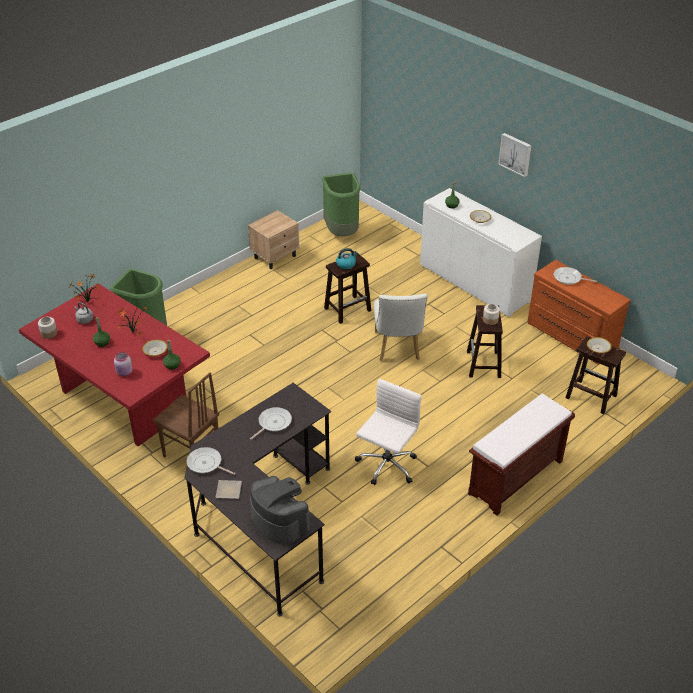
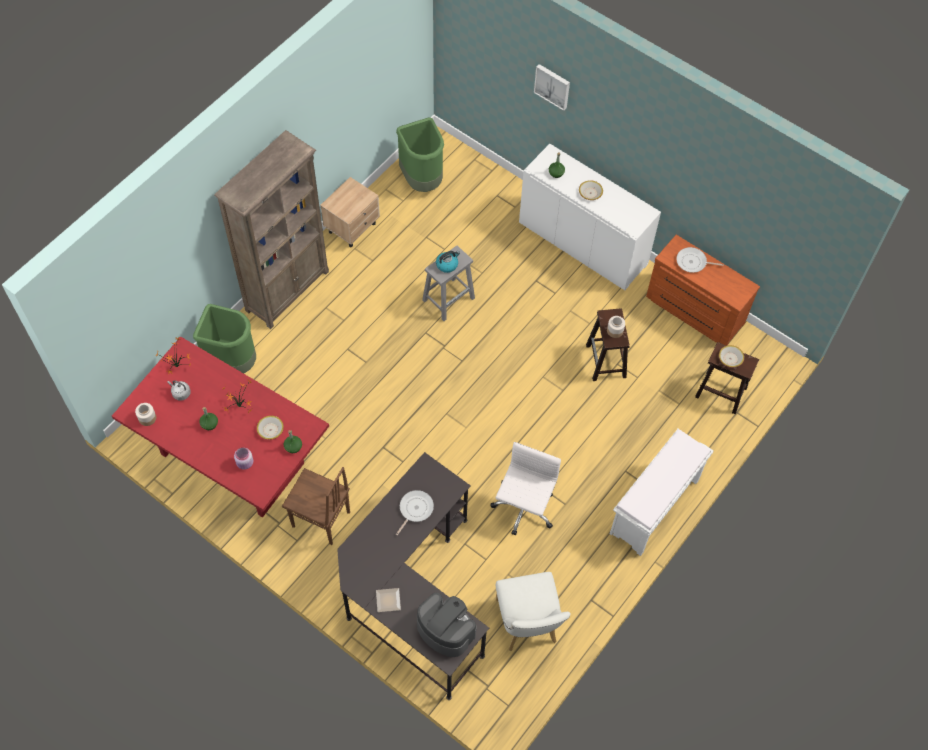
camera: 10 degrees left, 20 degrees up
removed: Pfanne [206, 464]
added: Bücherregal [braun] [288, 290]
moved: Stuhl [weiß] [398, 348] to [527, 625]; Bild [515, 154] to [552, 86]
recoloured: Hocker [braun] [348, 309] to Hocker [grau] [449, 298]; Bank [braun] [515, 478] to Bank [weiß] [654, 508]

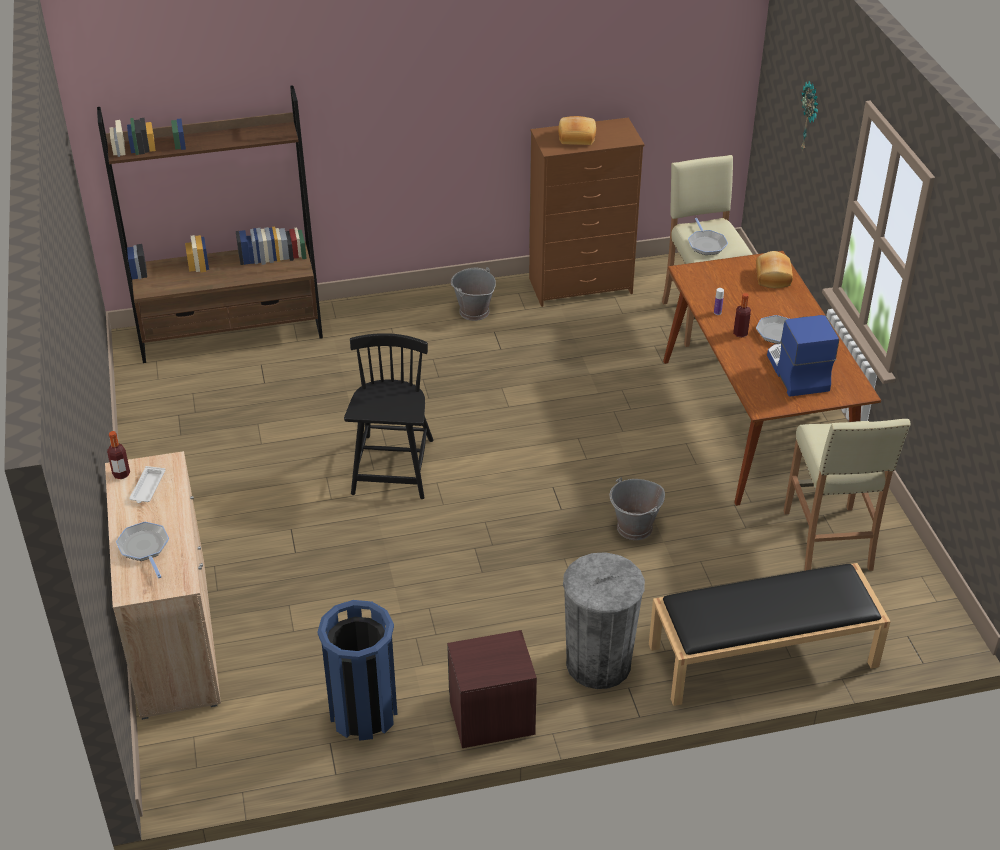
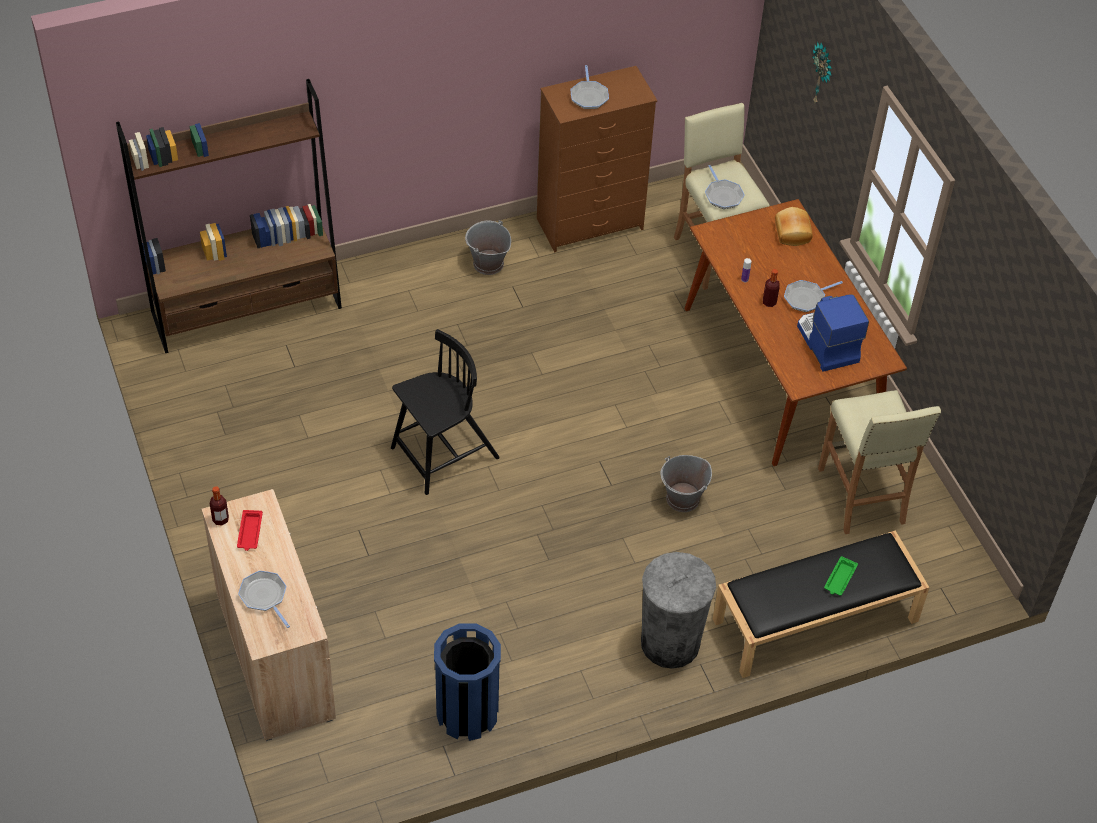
camera: 10 degrees left, 10 degrees up
removed: Nachttisch [braun] [491, 717]
added: Tablett [grün] [840, 579]
replaced: Brot [576, 137] to Pfanne [589, 96]
recoloured: Tablett [weiß] [147, 488] to Tablett [rot] [250, 532]
turned: Stuhl [schwarz] [393, 468] = [443, 454] 60 degrees clockwise

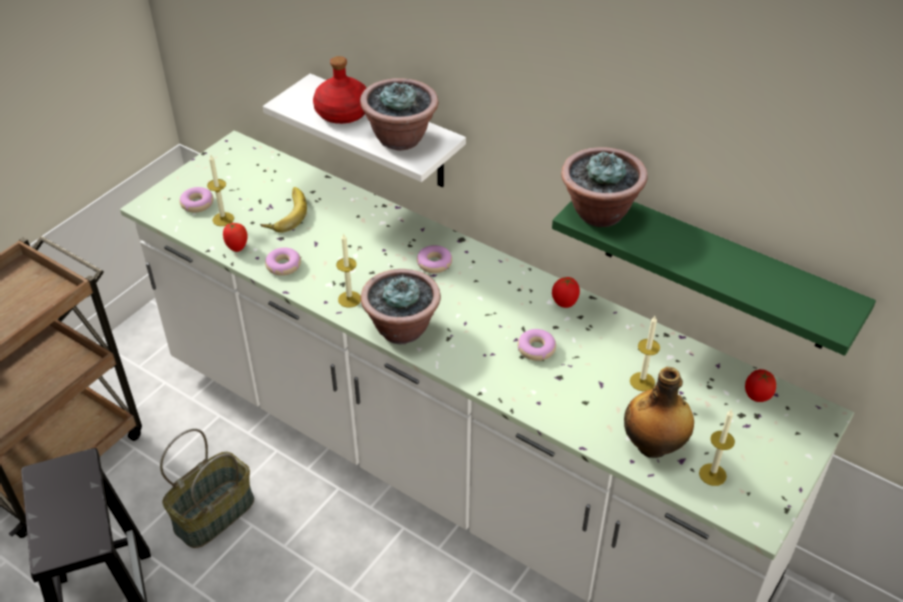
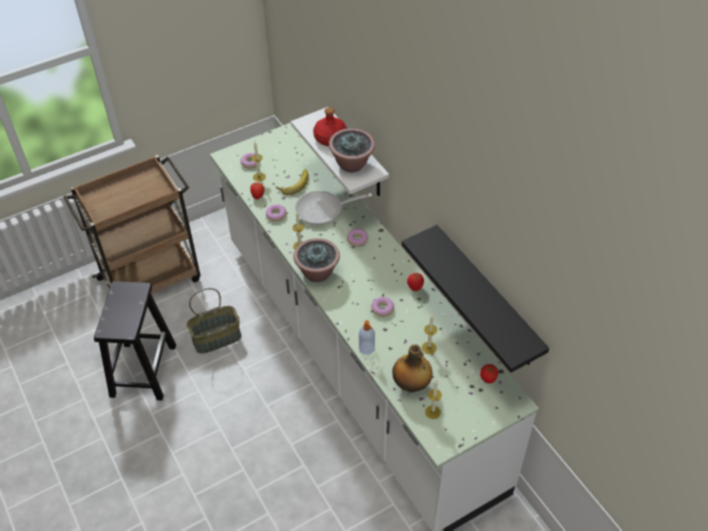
camera: 25 degrees right, 5 degrees up
removed: Topfpflanze [599, 213]
added: Pfanne [323, 210]; Seifenspender [367, 349]
recoloured: Wandregal [grün] [716, 268] to Wandregal [schwarz] [487, 298]

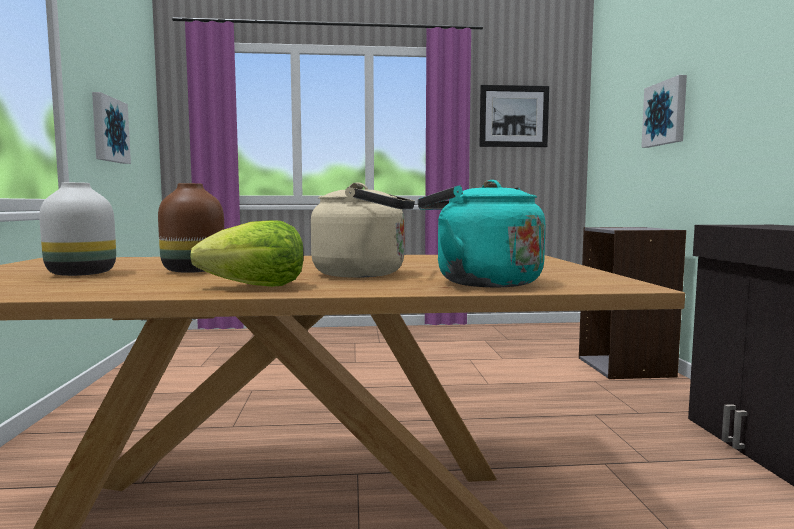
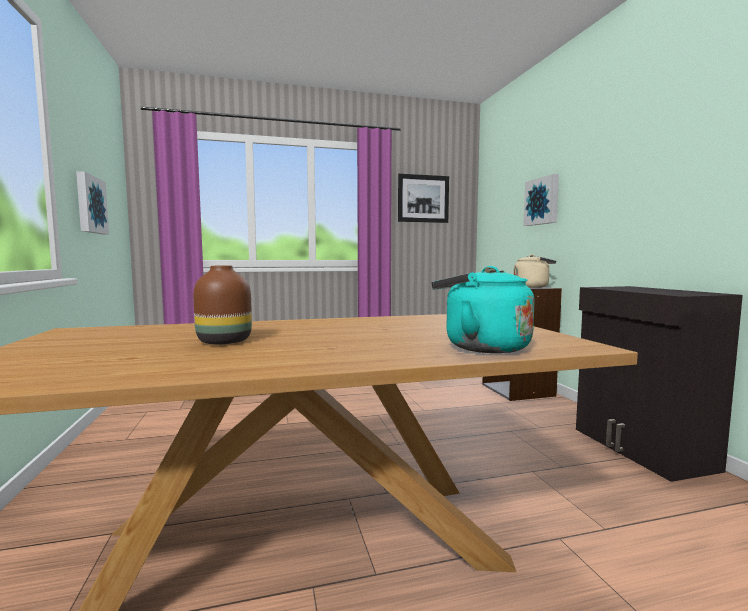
camera: 10 degrees left, 0 degrees up
removed: Vase [weiß] [80, 274]; Salatkopf [256, 287]
moved: Wasserkessel [beige] [365, 274] to [532, 287]

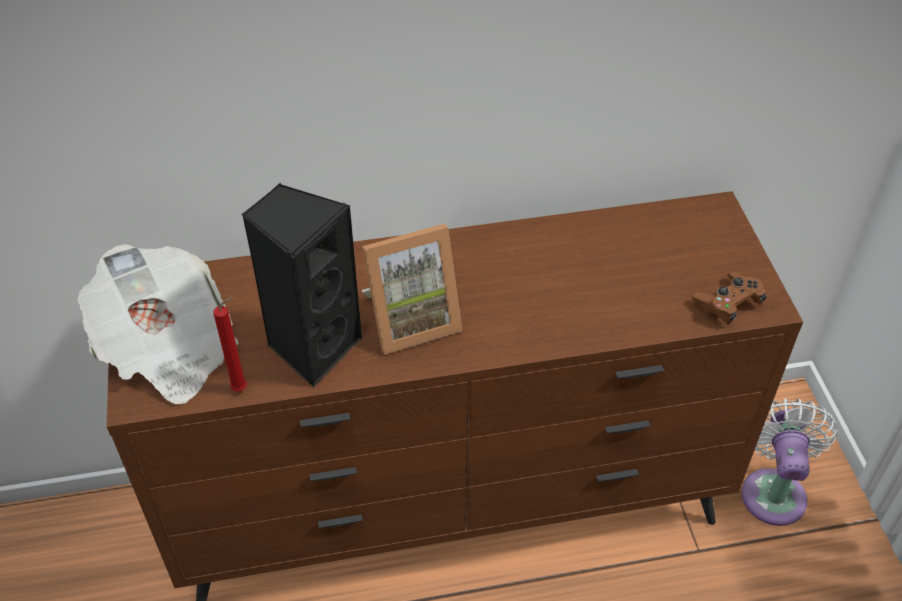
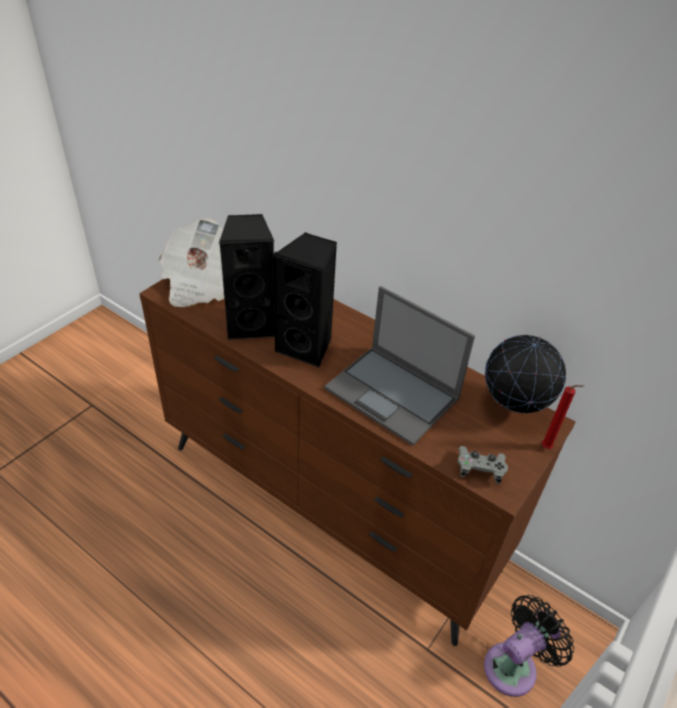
camera: 45 degrees right, 5 degrees down
added: Laptop [393, 394]; Globus [513, 408]
moved: Kerze [rot] [242, 388] to [548, 448]
replaced: Bilderrahmen [410, 320] to Lautsprecher [schwarz] [307, 347]
recoloured: Gamepad [braun] [727, 305] to Gamepad [grau] [479, 469]; Ventilator [weiß] [773, 490] to Ventilator [schwarz] [514, 665]

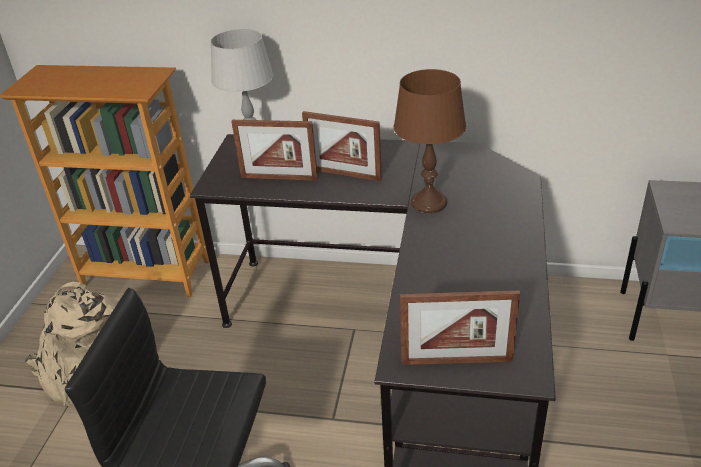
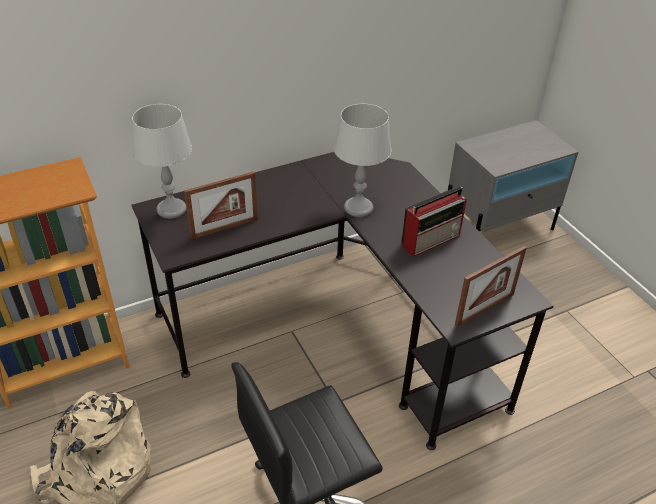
camera: 40 degrees left, 5 degrees up
removed: Bilderrahmen [344, 174]
added: Radio [432, 240]
recoloured: Tischlampe [braun] [429, 203] to Tischlampe [grau] [358, 208]

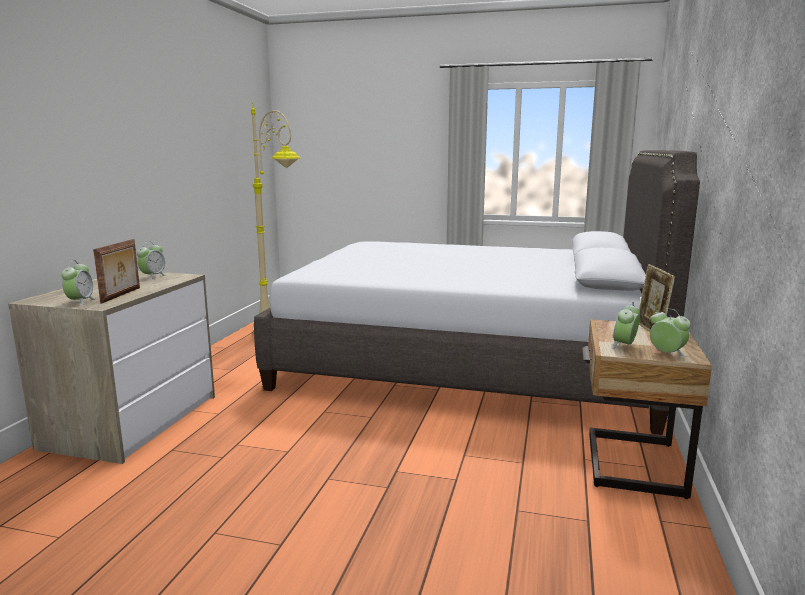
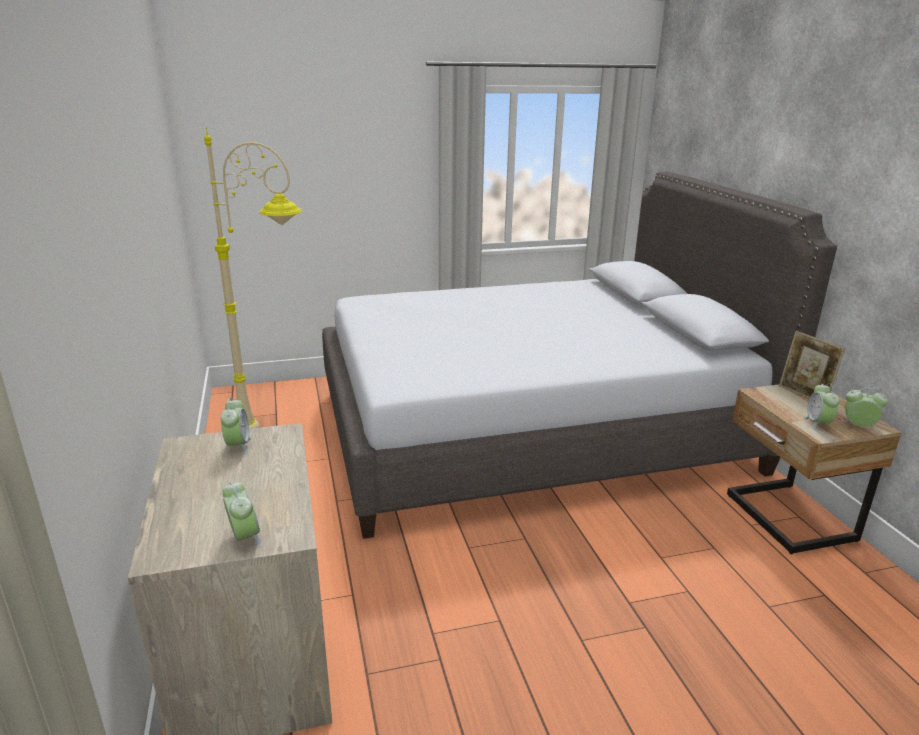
camera: 30 degrees left, 10 degrees up
removed: Bilderrahmen [122, 295]

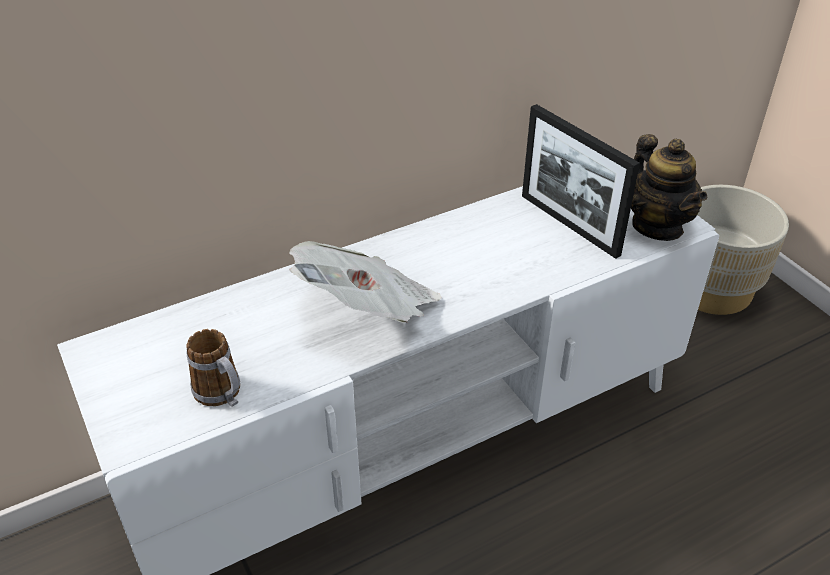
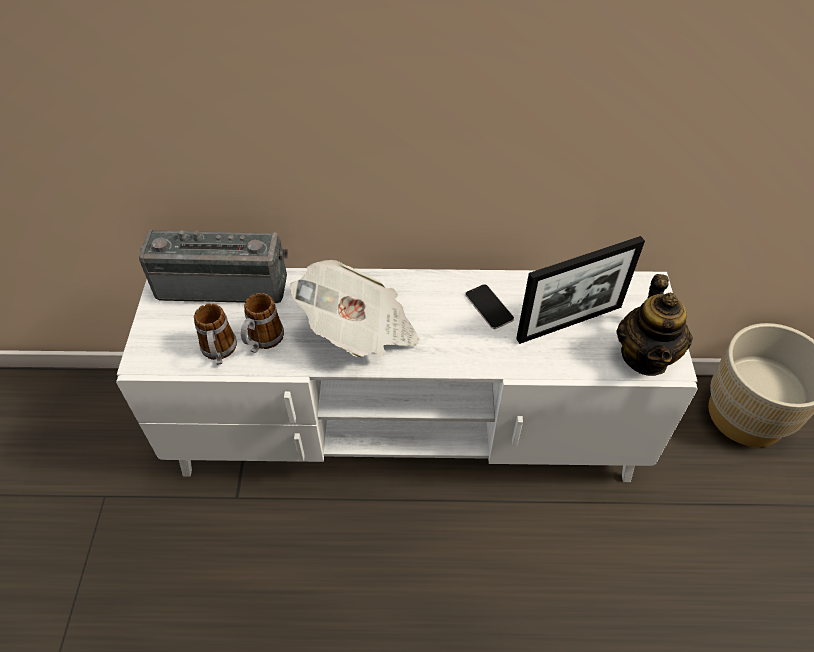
camera: 30 degrees right, 10 degrees up
added: Radio [224, 283]; Henkelbecher [262, 341]; Handy [489, 307]
turned: Bilderrahmen [569, 224] = [569, 323] 105 degrees counterclockwise

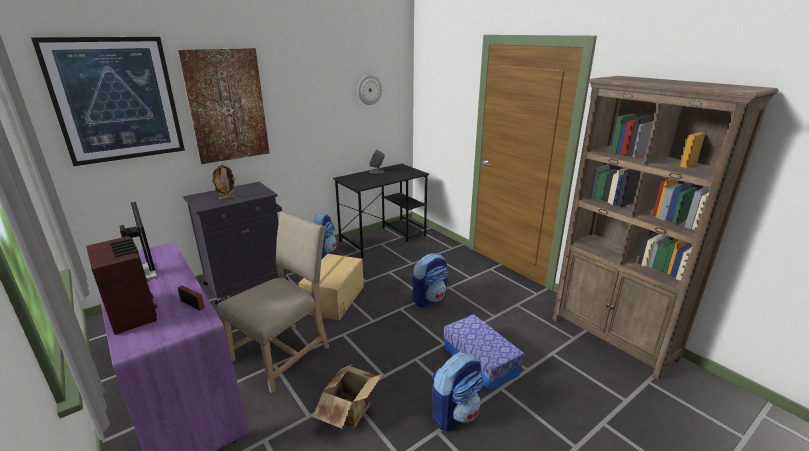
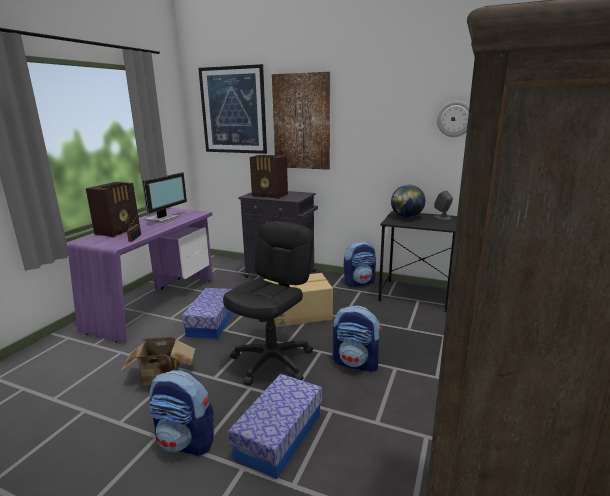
camera: 60 degrees right, 5 degrees down
added: Bürostuhl [schwarz] [272, 361]; Globus [406, 217]
replaced: Stuhl [beige] [284, 353] to Aufbewahrungsbox [212, 322]; Bilderrahmen [226, 198] to Radio [270, 195]

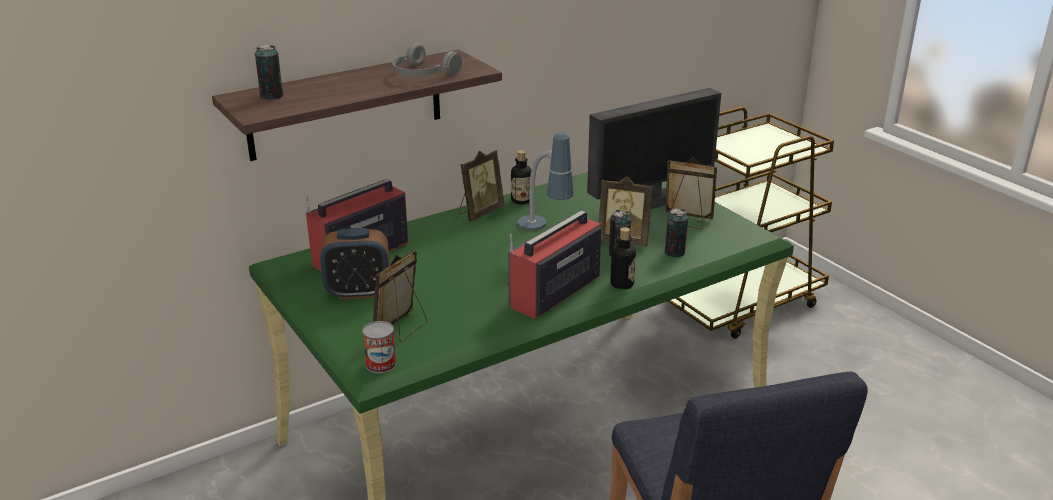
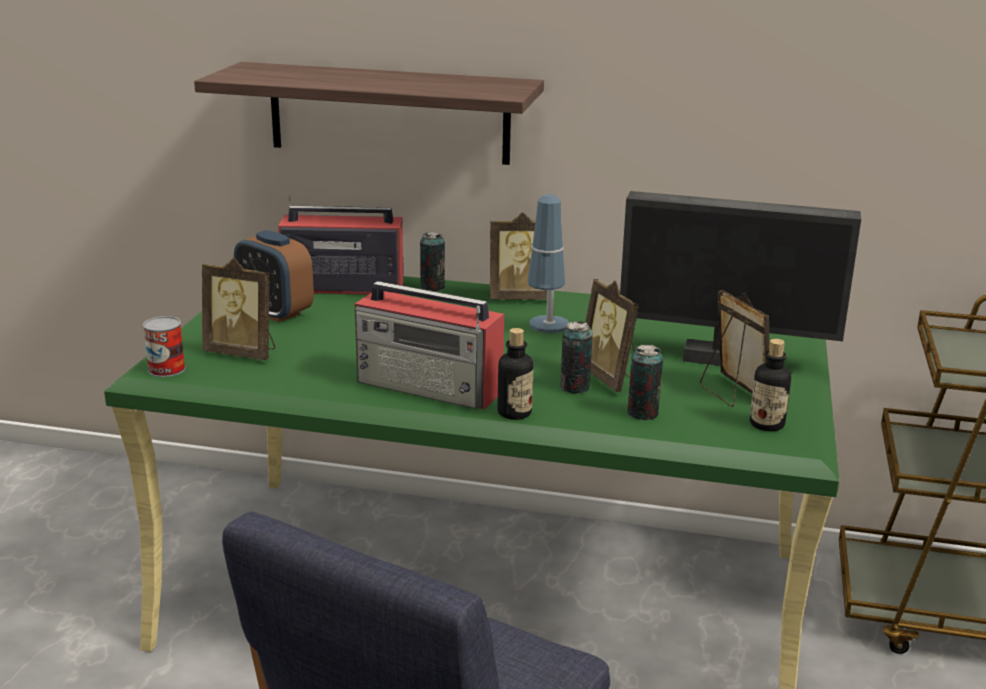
camera: 45 degrees right, 5 degrees down
removed: Kopfhörer [grau] [421, 74]
moved: Dose [271, 96] to [432, 287]; Flasche [521, 200] to [766, 424]
turned: Bilderrahmen [402, 328] = [243, 353] 150 degrees counterclockwise; Radio [553, 292] = [430, 387] 150 degrees counterclockwise

